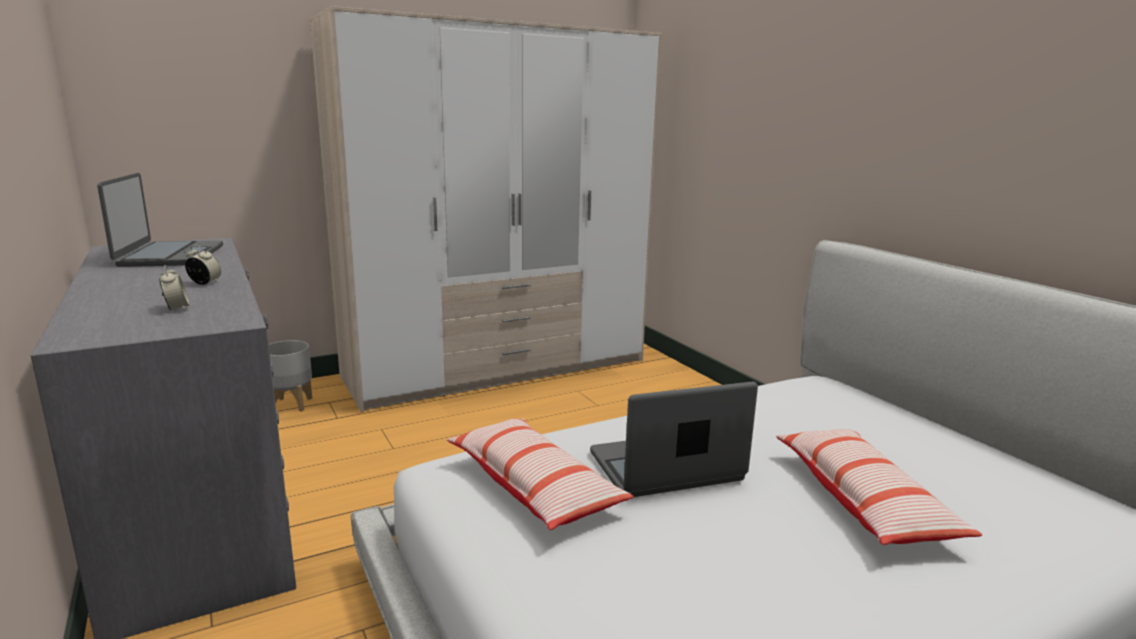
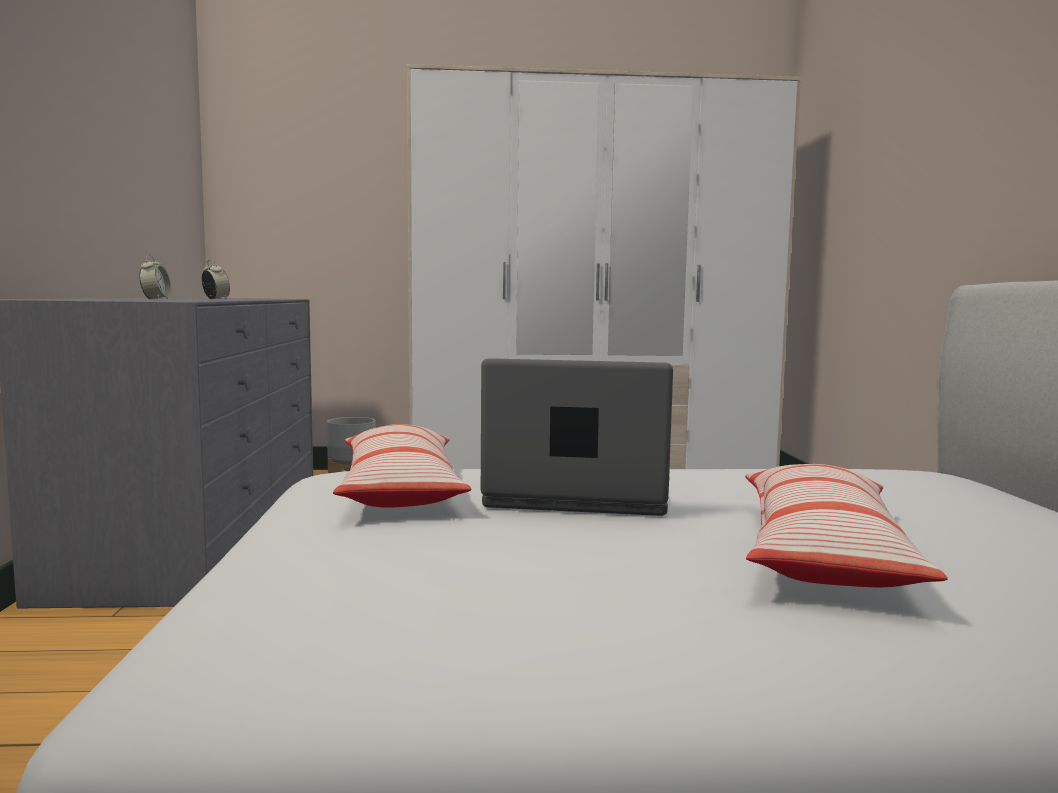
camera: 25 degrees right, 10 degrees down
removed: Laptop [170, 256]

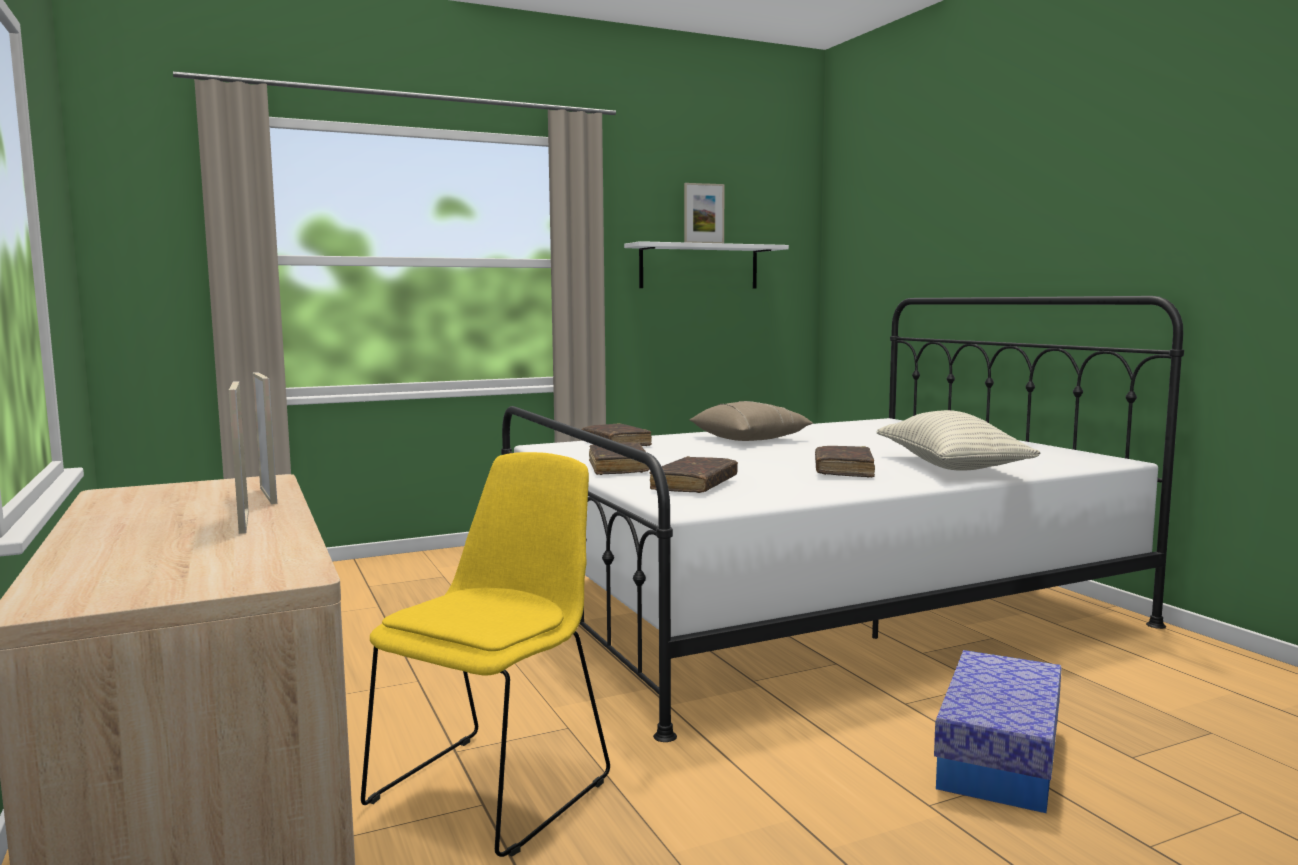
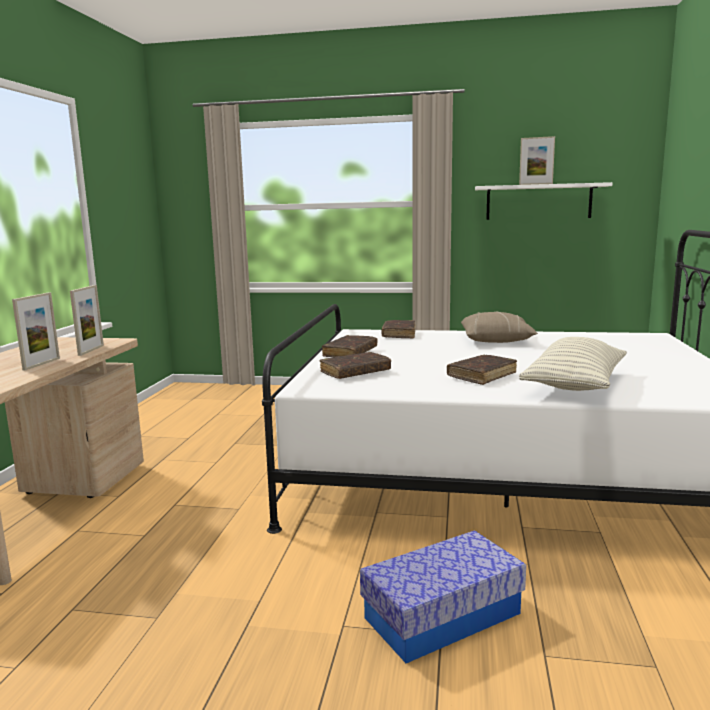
camera: 35 degrees right, 5 degrees up
removed: Stuhl [gelb] [495, 786]

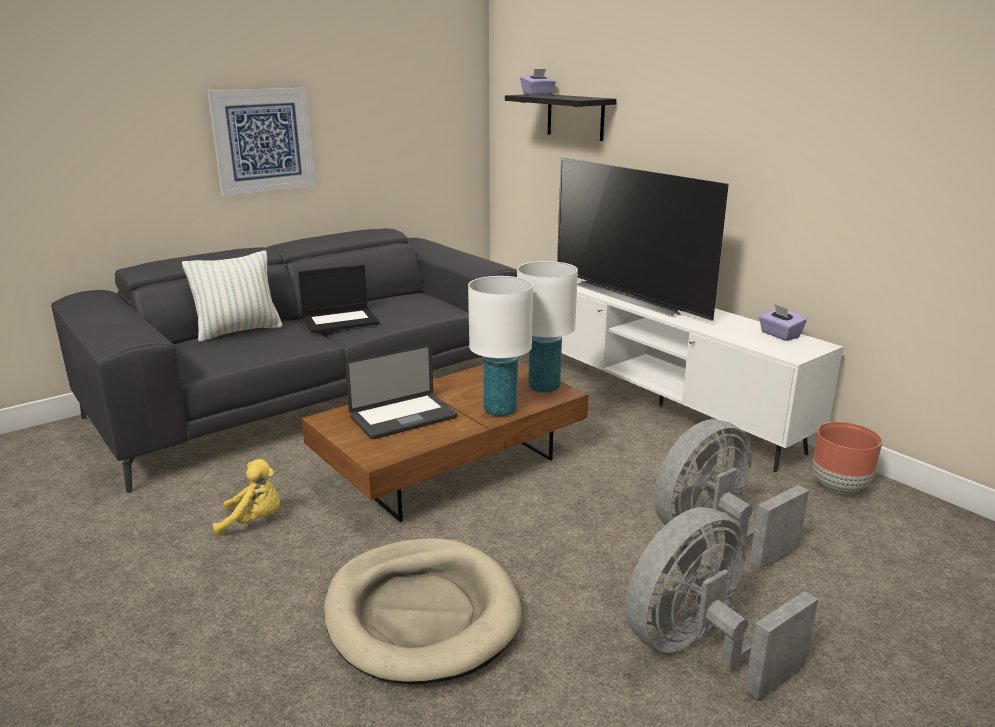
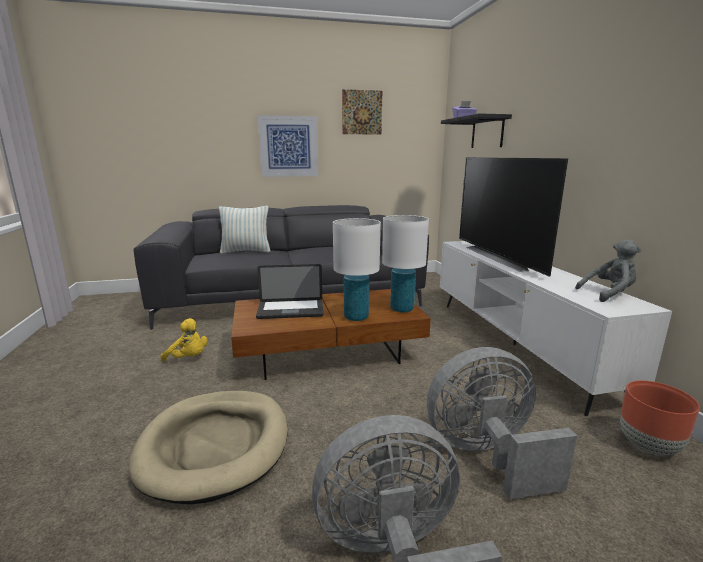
camera: 25 degrees right, 5 degrees down
removed: Laptop [341, 320]
added: Bild [362, 112]
replaced: Taschentuchbox [lila] [779, 335] to Plüschtier [grau] [608, 294]

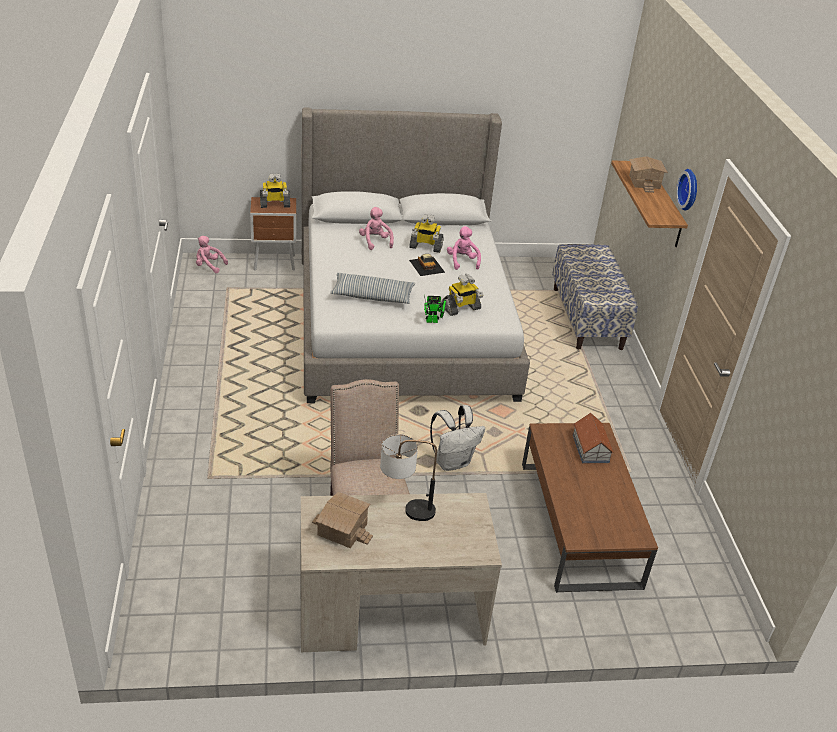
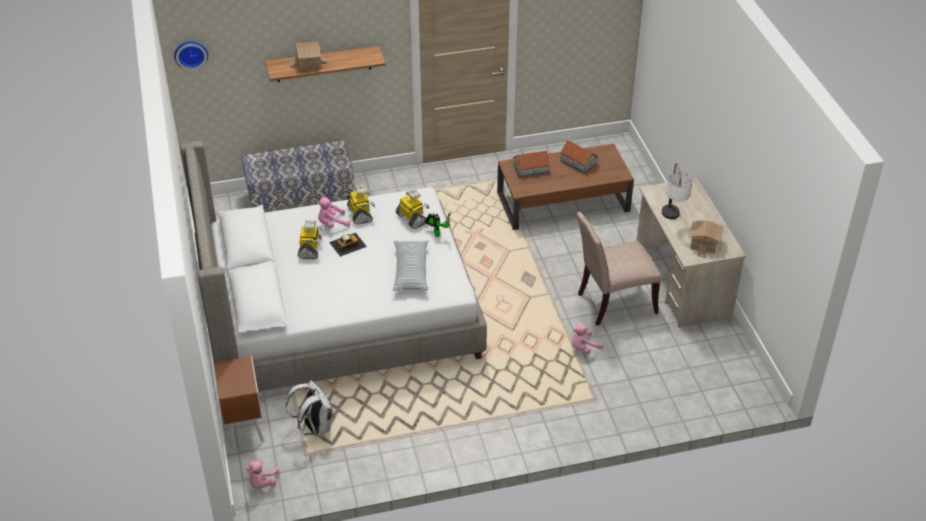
camera: 95 degrees left, 5 degrees up
added: Spielzeughaus [578, 163]
moved: Wanduhr [690, 189] to [190, 53]; Rucksack [weiß] [452, 462] to [315, 427]; Spielzeugroboter [274, 204] to [360, 214]; Plüschtier [rosa] [375, 242] to [583, 348]

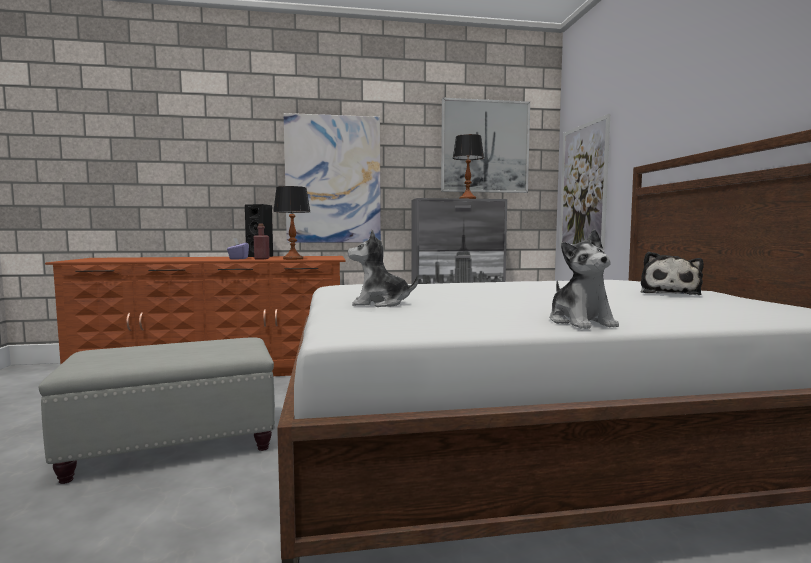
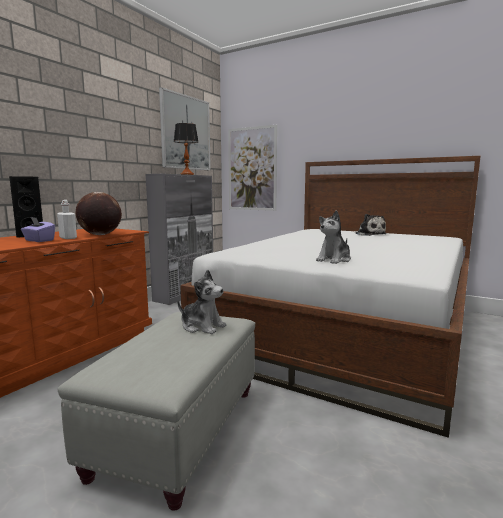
camera: 50 degrees left, 5 degrees up
removed: Bild [333, 180]
moved: Plüschtier [580, 322] to [202, 326]
replaced: Tischlampe [292, 259] to Globus [100, 235]
recoloured: Flasche [rot] [262, 259] to Flasche [weiß] [68, 238]

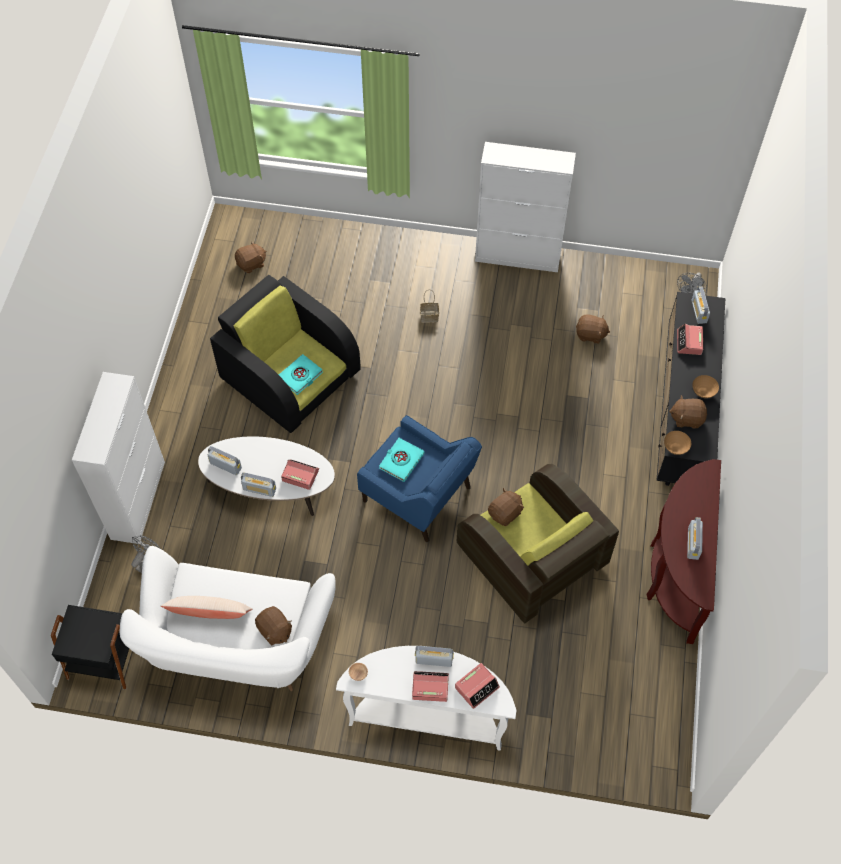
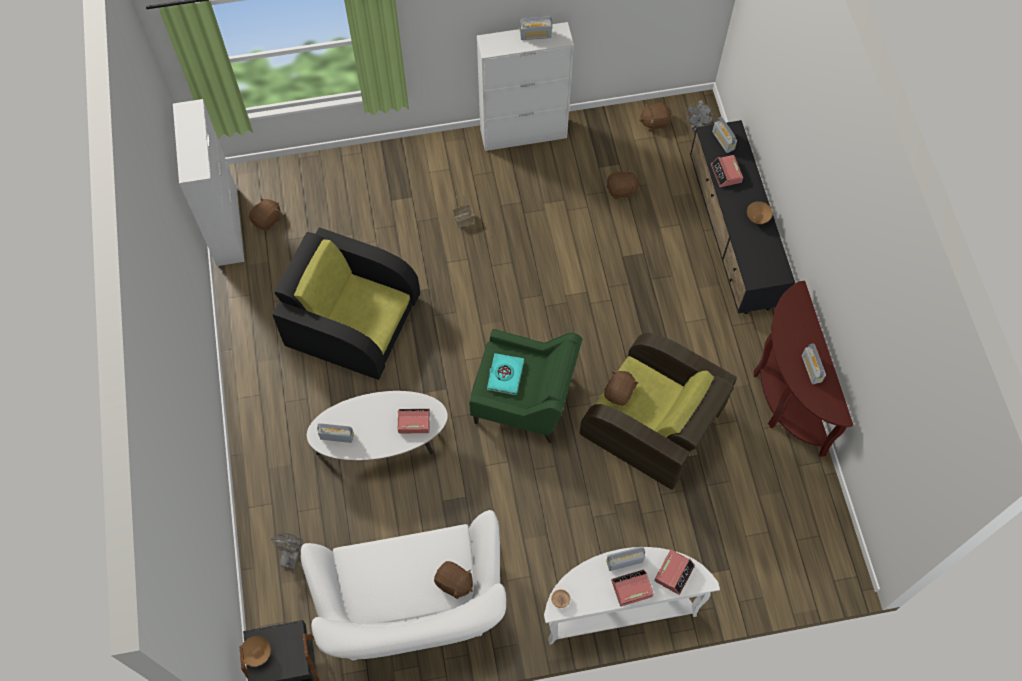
camera: 20 degrees left, 5 degrees up
removed: Kissen [beige] [210, 614]; Buch [türkis] [300, 376]
moved: Schrank [weiß] [138, 499] to [227, 226]; Schüssel [braun] [675, 449] to [258, 654]; Radio [259, 489] to [535, 35]; Plüschtier [braun] [687, 418] to [654, 122]
recoloured: Sessel [blau] [418, 496] to Sessel [grün] [524, 400]

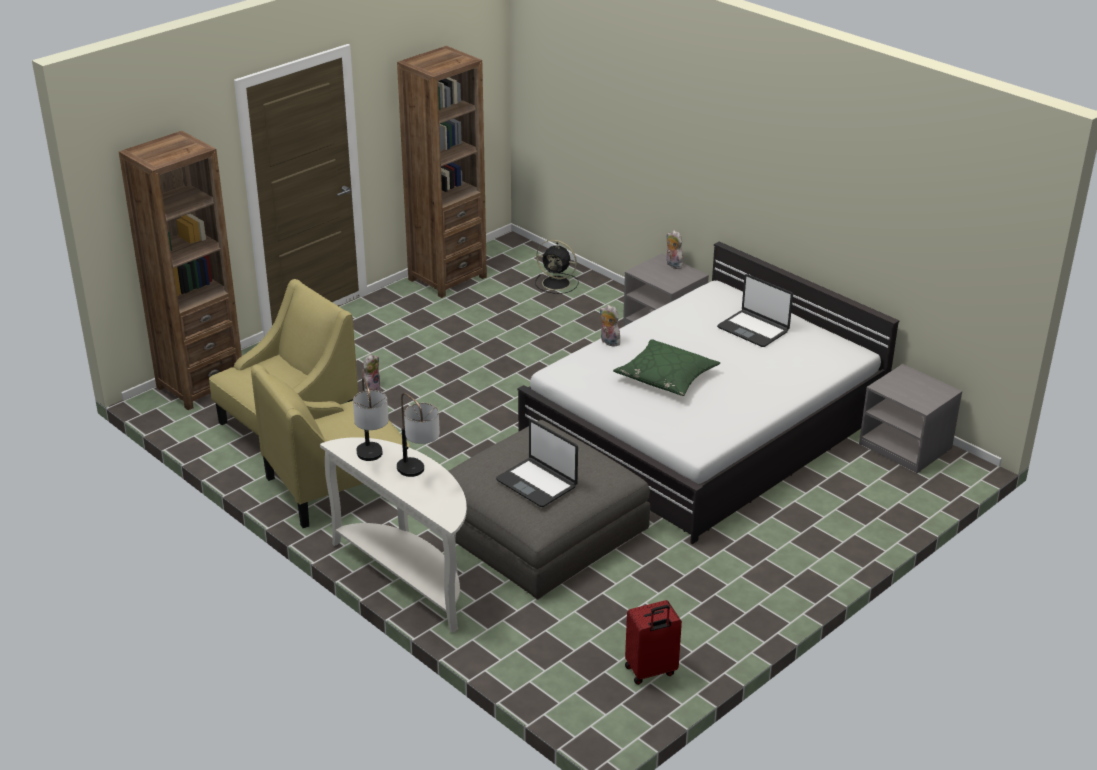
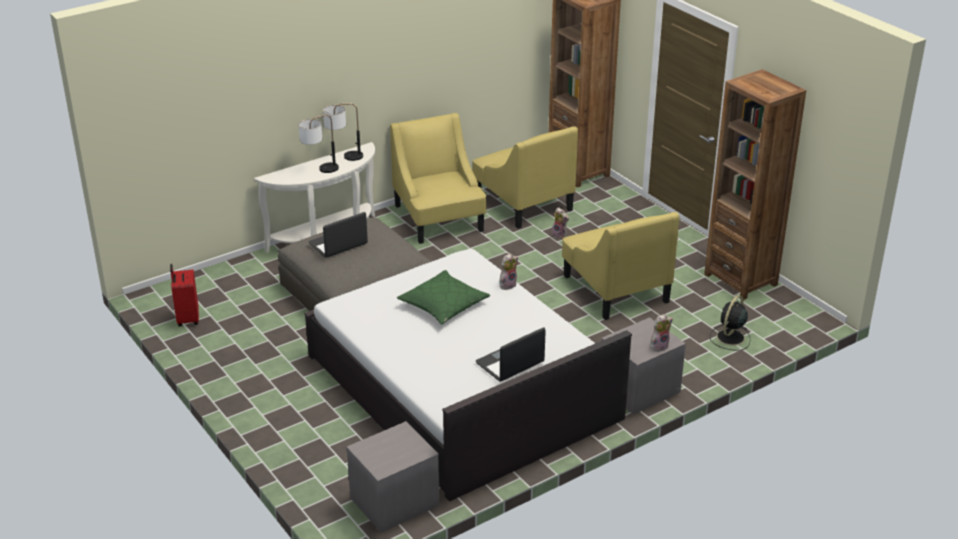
camera: 100 degrees right, 0 degrees up
added: Sessel [gelb] [615, 288]

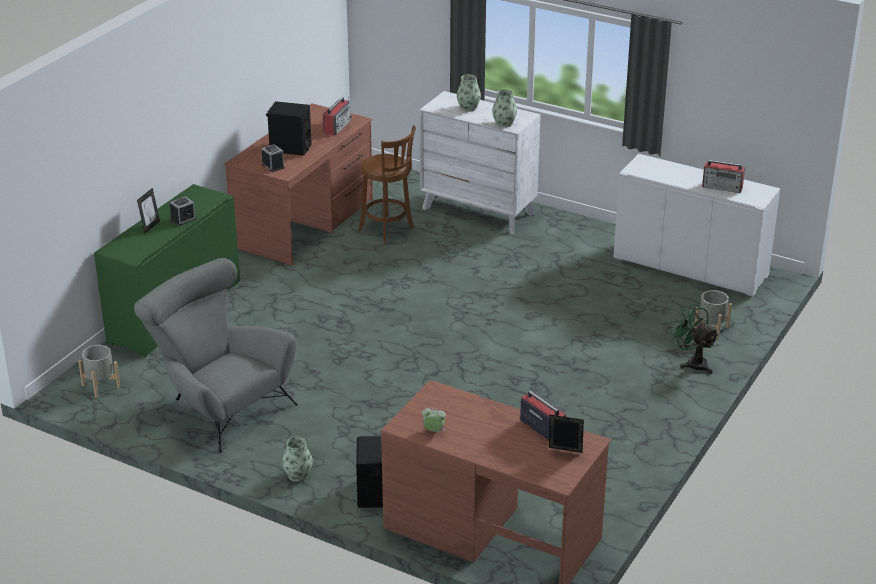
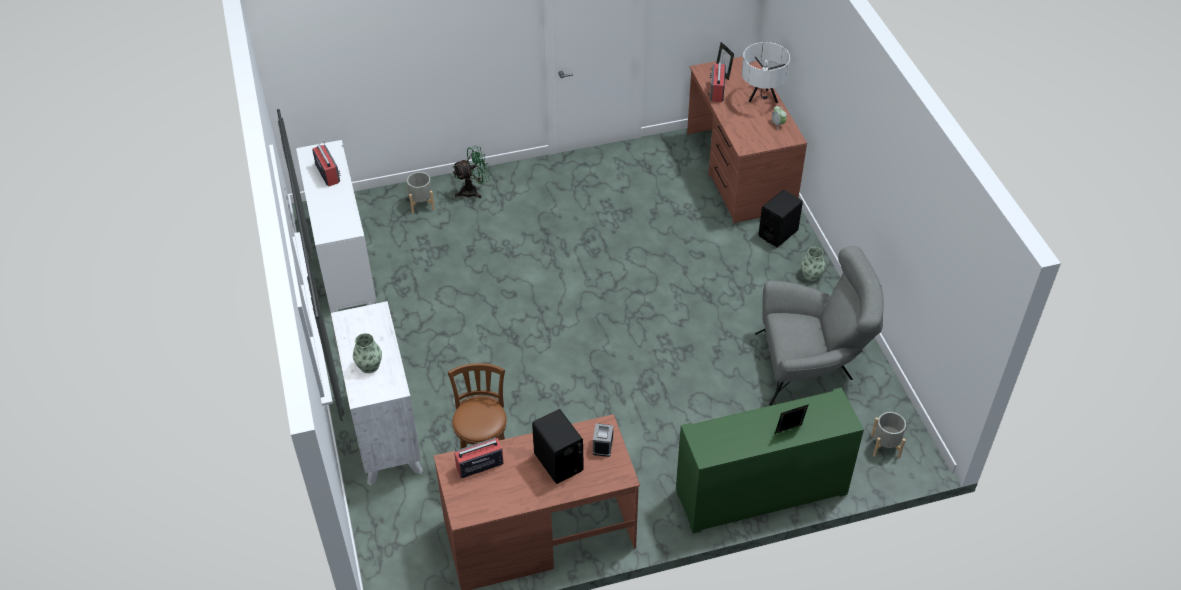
camera: 135 degrees left, 15 degrees up
removed: Wecker [183, 219]; Vase [504, 123]
added: Tischlampe [weiß] [761, 98]
turned: Ventilator [grün] [693, 363] = [473, 190] 120 degrees counterclockwise; Sessel [grau] [219, 406] = [812, 364] 90 degrees counterclockwise

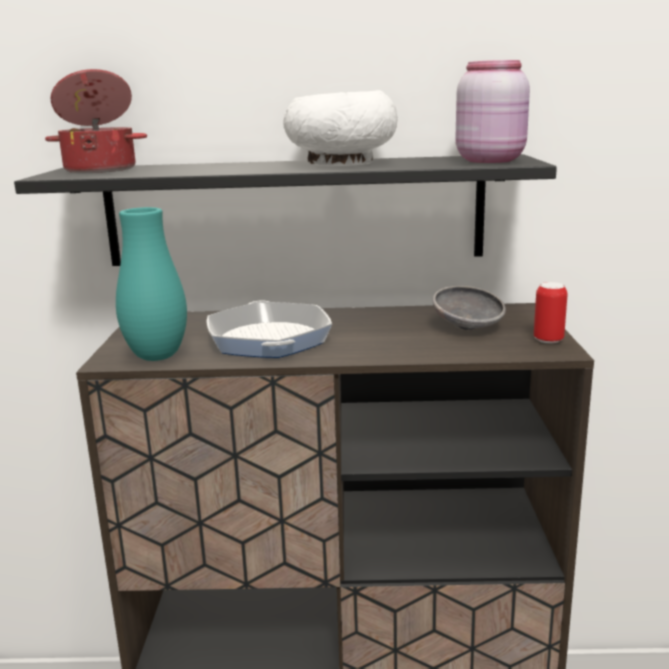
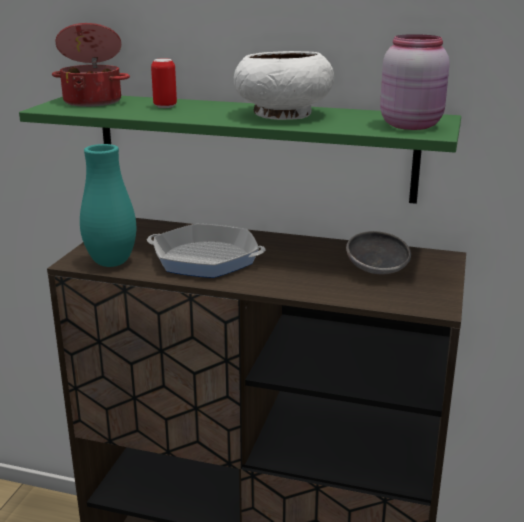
camera: 15 degrees right, 5 degrees up
moved: Dose [548, 340] to [165, 106]
recoloured: Wandregal [schwarz] [294, 211] to Wandregal [grün] [253, 146]
turned: Pfanne [269, 339] = [205, 258] 105 degrees clockwise

